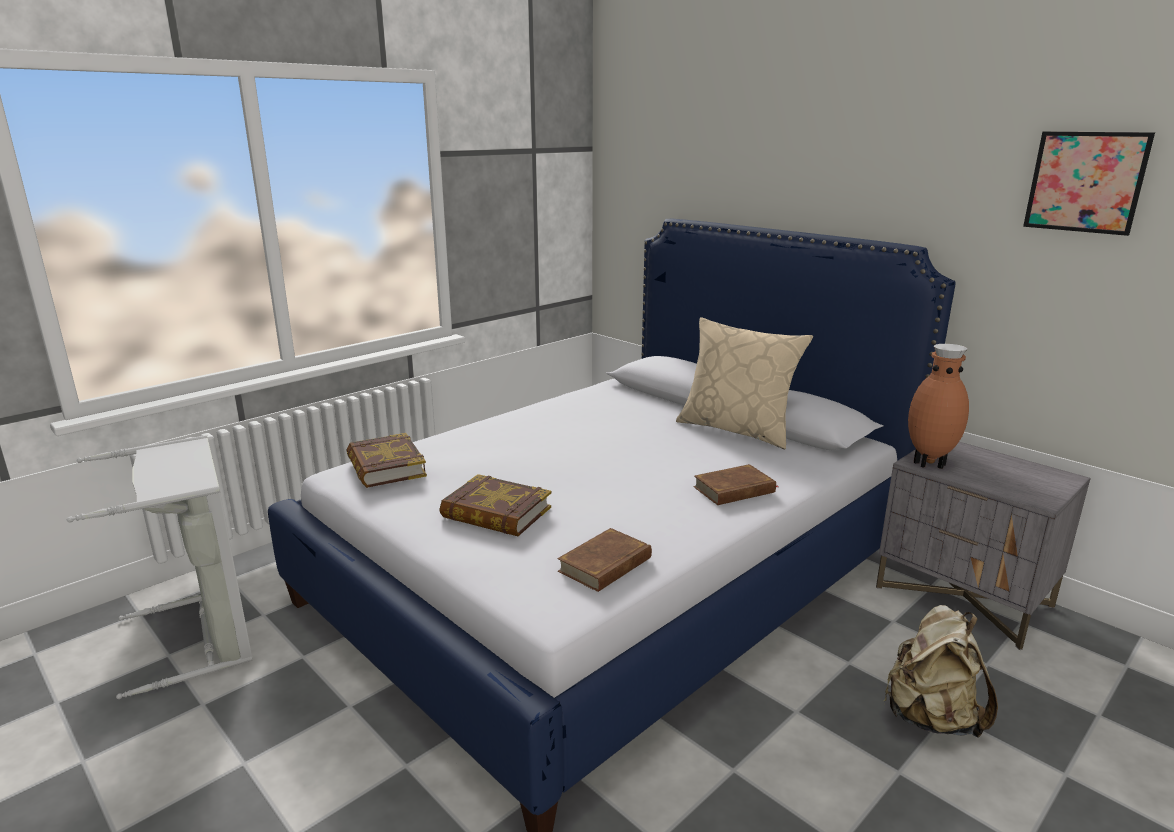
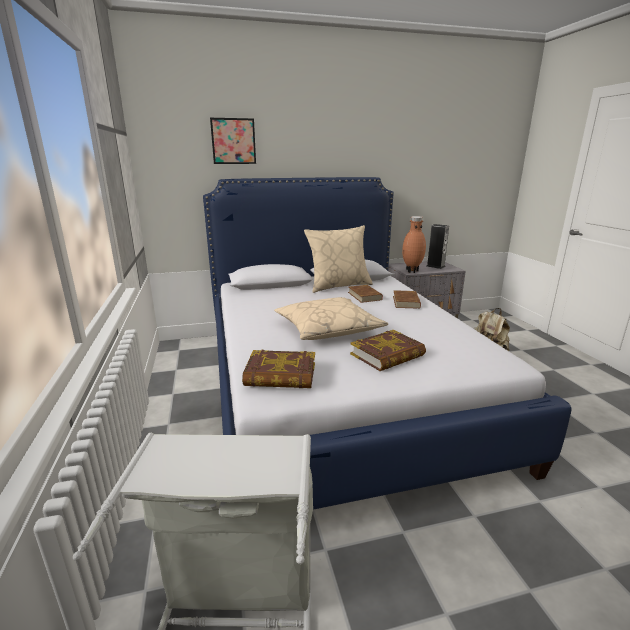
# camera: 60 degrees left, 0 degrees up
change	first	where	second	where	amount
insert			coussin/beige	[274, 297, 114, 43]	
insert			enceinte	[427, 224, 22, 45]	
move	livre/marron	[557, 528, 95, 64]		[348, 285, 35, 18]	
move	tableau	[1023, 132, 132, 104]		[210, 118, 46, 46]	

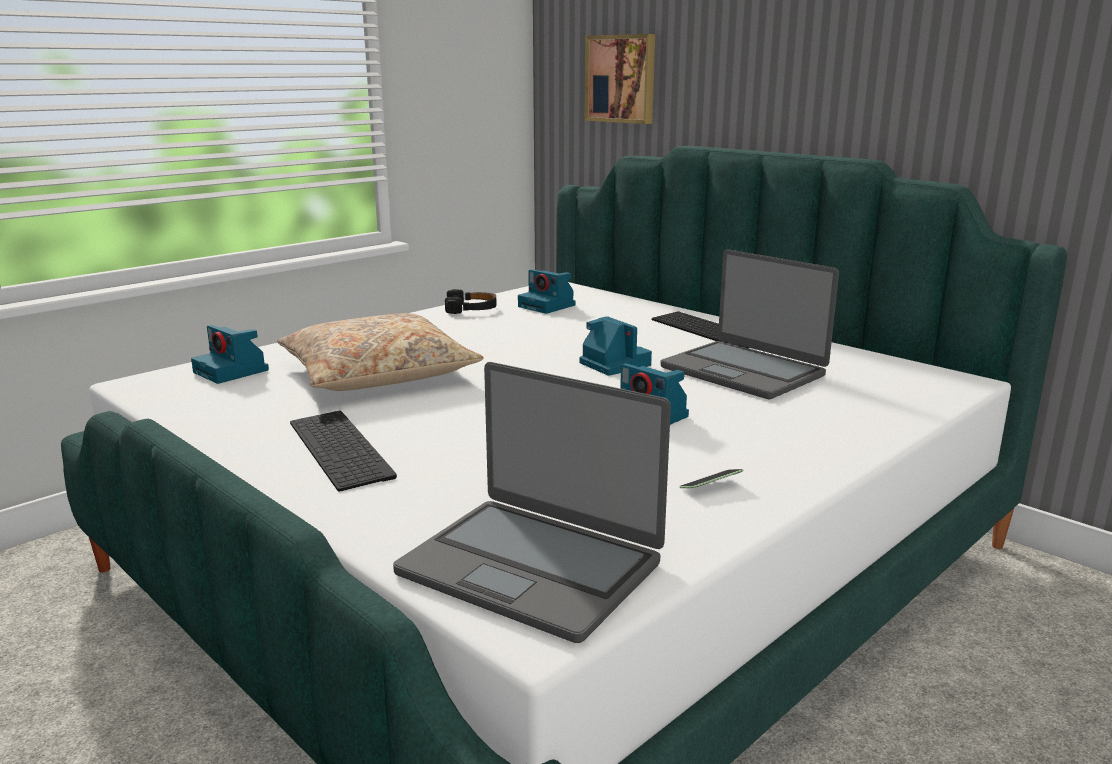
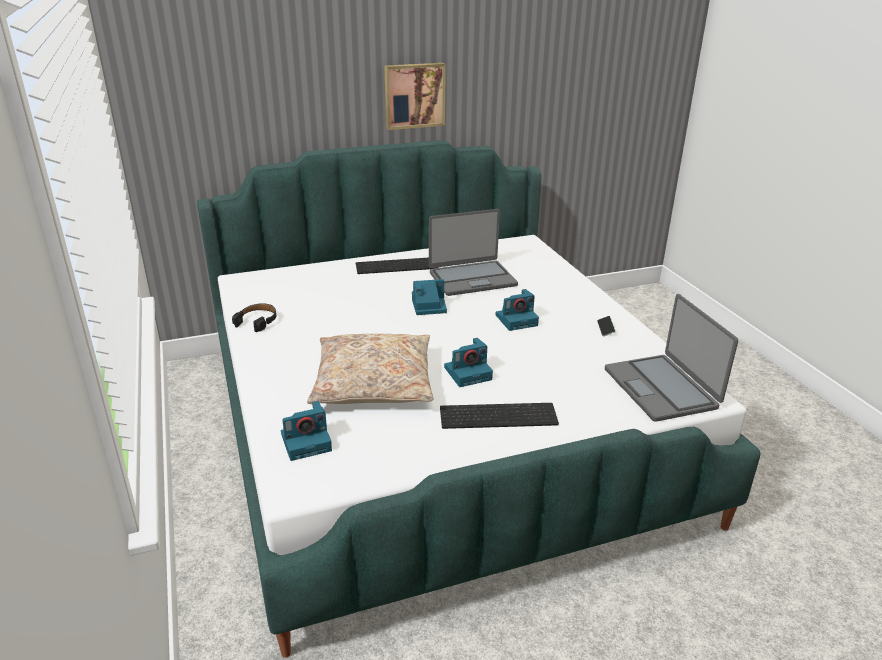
# camera: 65 degrees left, 10 degrees up
change	first	where	second	where	amount
move	appareil photo	[518, 269, 57, 45]		[444, 338, 49, 49]	
move	tableau	[585, 34, 70, 90]		[384, 63, 62, 67]	
rotate	ordinateur portable	[393, 362, 278, 281]		[605, 294, 133, 128]	105 degrees clockwise

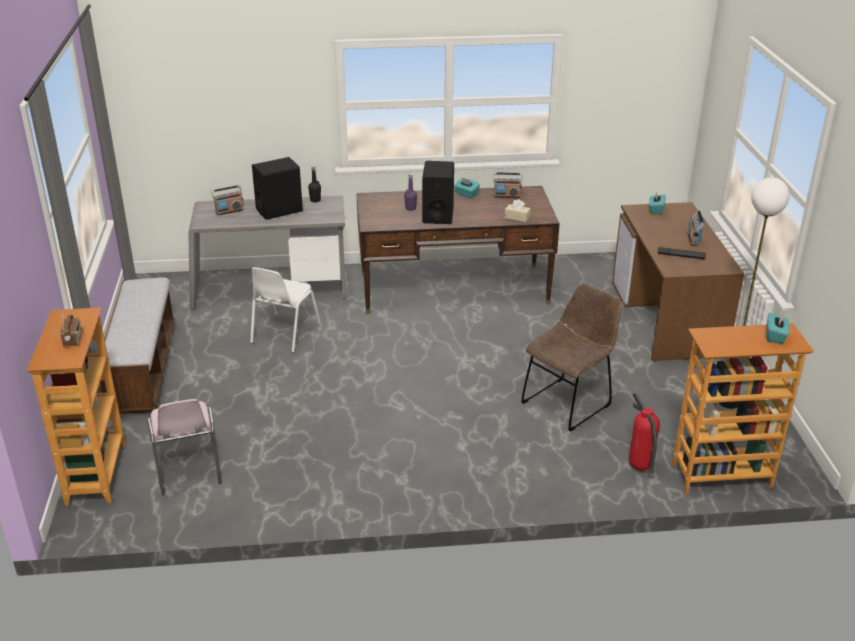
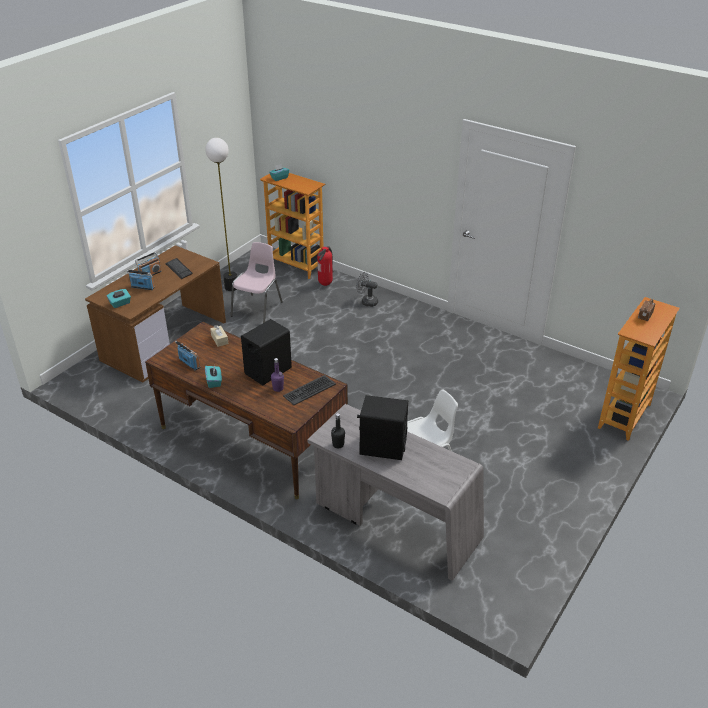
# camera: 140 degrees left, 5 degrees up
change	first	where	second	where	amount
delete	banc	[100, 278, 75, 136]			
delete	chaise/marron	[521, 284, 102, 148]			
insert			clavier	[283, 375, 53, 30]	
insert			ventilateur/gris	[356, 272, 22, 35]	
move	chaise/rose	[147, 399, 75, 96]		[230, 242, 53, 81]	
move	radio	[211, 185, 32, 30]		[127, 270, 28, 20]	

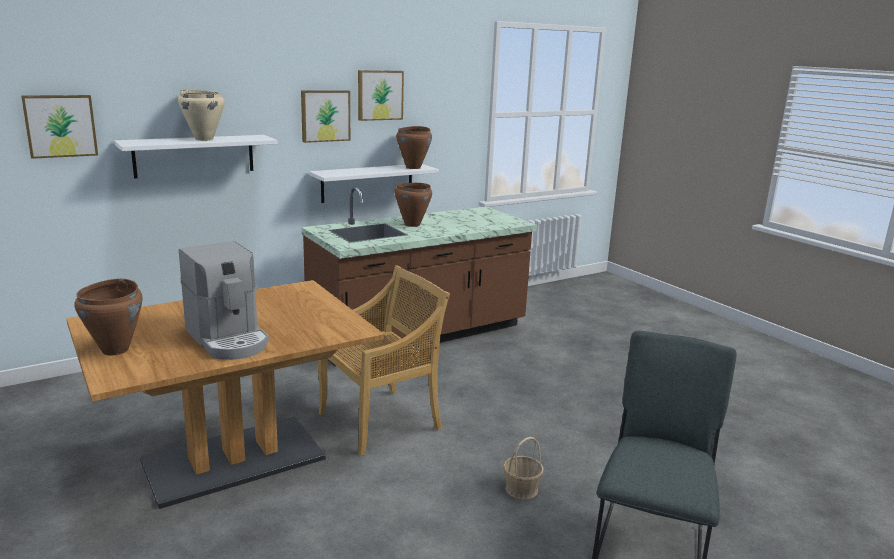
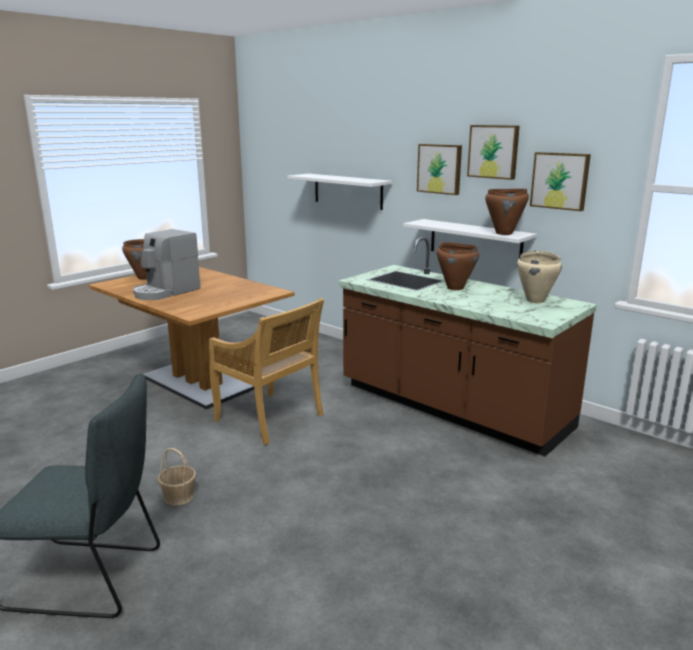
# camera: 75 degrees right, 0 degrees up
change	first	where	second	where	amount
move	tableau	[21, 95, 77, 64]		[530, 152, 61, 59]	
move	marmite/beige	[178, 89, 47, 52]		[517, 251, 45, 52]	

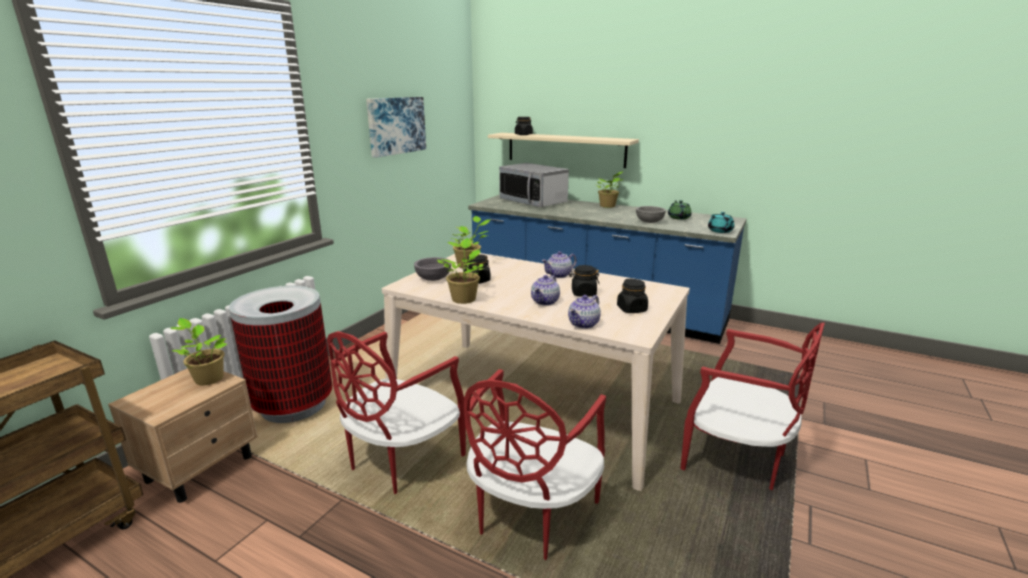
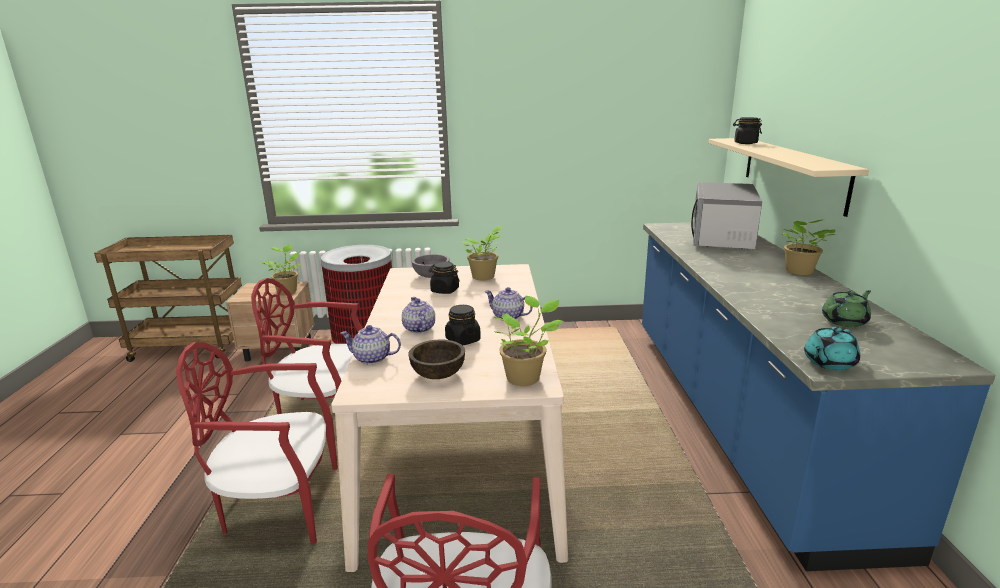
# camera: 60 degrees right, 0 degrees up
change	first	where	second	where	amount
delete	tableau	[366, 97, 60, 61]			
delete	bol/gris	[636, 206, 30, 17]			
move	plante en pot	[437, 238, 47, 66]		[494, 296, 69, 90]	
replace	bocal/noir	[617, 278, 31, 35]	bol/marron	[408, 339, 57, 40]	
rotate	théière	[531, 275, 29, 31]		[402, 297, 33, 36]	75 degrees clockwise

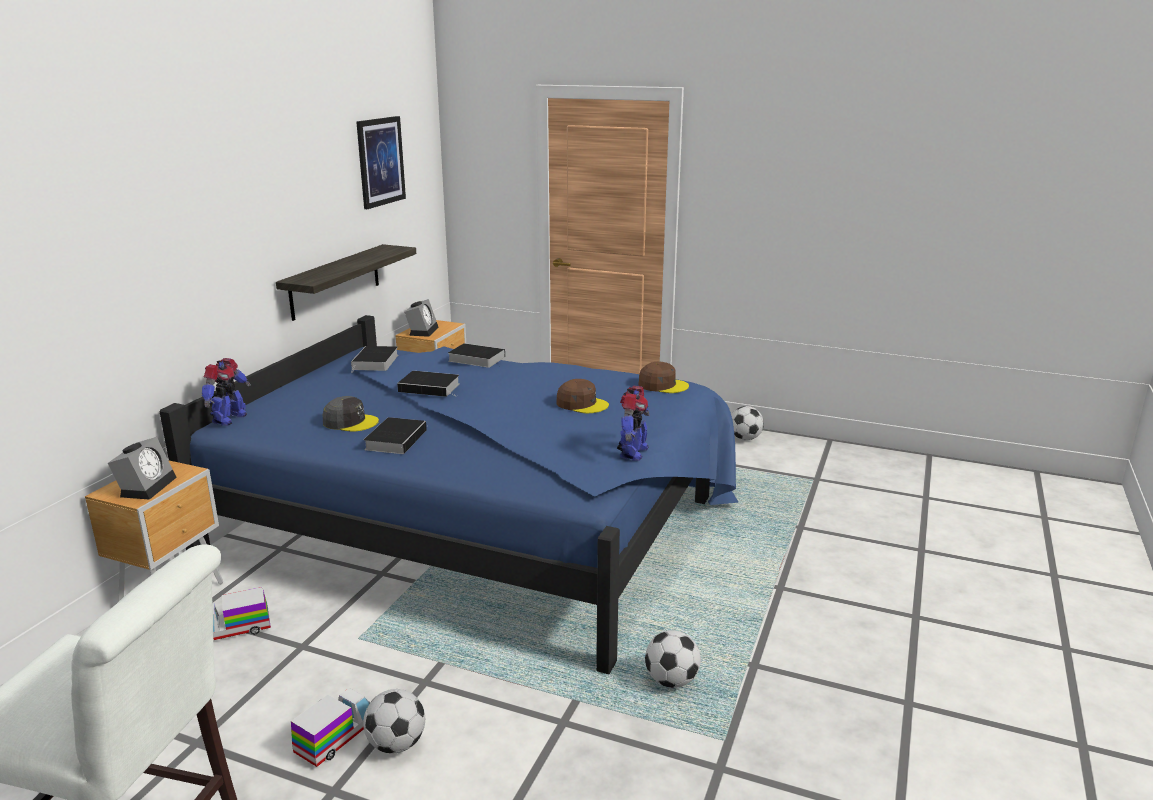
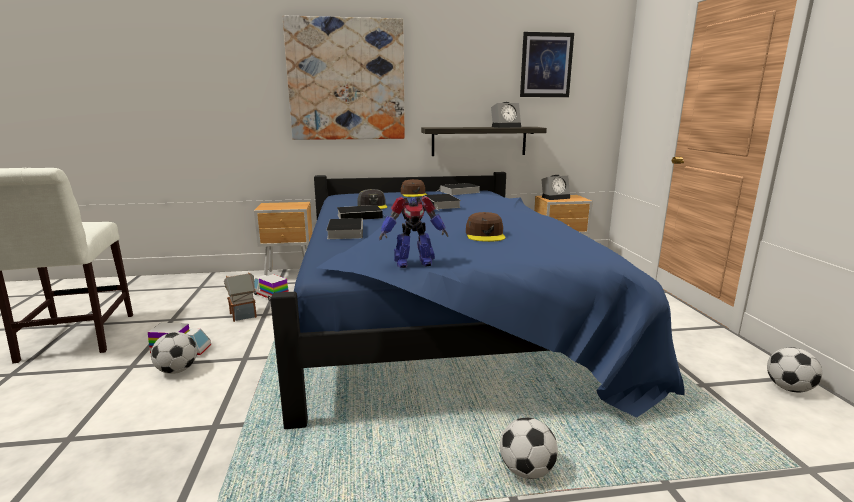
# camera: 60 degrees right, 5 degrees down
change	first	where	second	where	amount
delete	robot jouet	[202, 358, 49, 68]			
insert			maison miniature	[224, 272, 33, 50]	
insert			tableau	[282, 16, 123, 124]	
move	réveil	[108, 437, 69, 63]		[491, 102, 30, 26]	
move	livre	[448, 343, 57, 25]		[326, 218, 37, 21]	
move	casquette/marron	[639, 361, 50, 32]		[401, 179, 26, 18]	
move	ballon de foot	[645, 630, 56, 58]		[500, 418, 58, 61]	

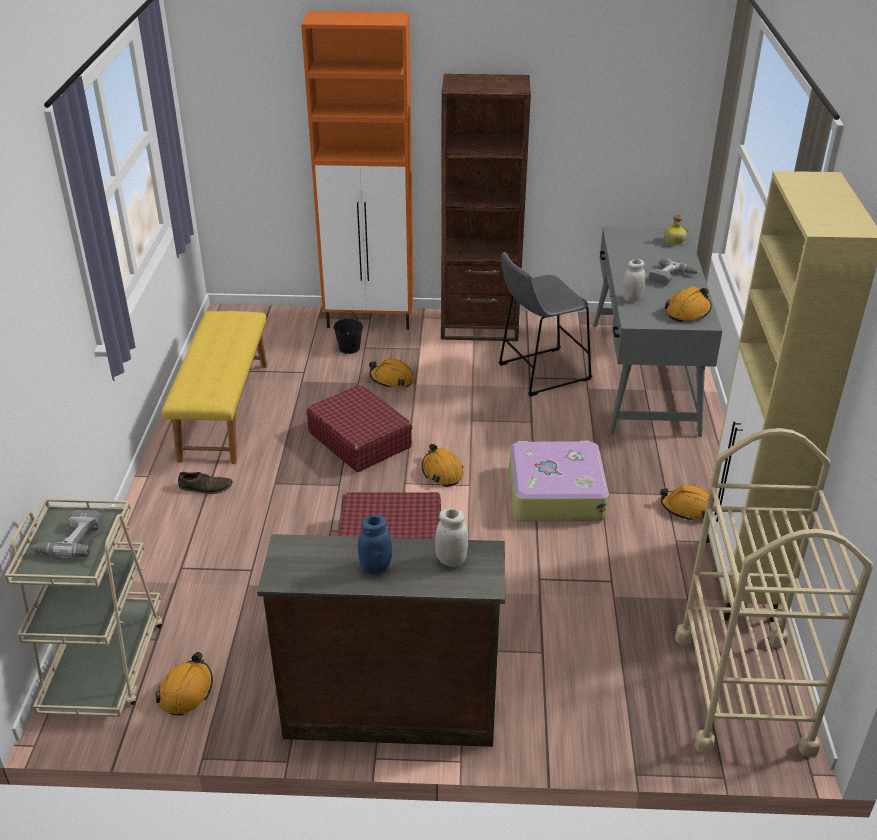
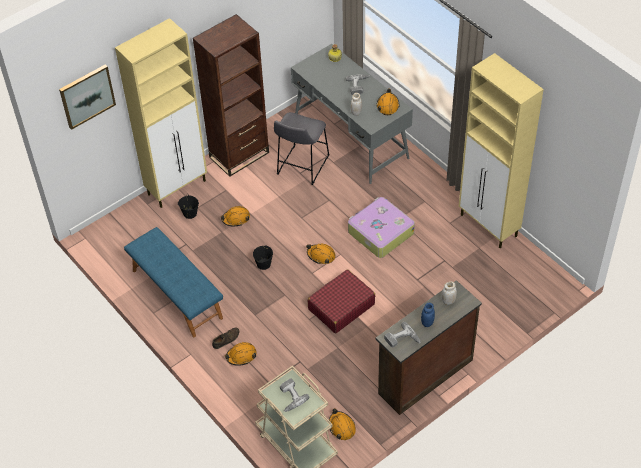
# camera: 40 degrees left, 15 degrees up
change	first	where	second	where	amount
delete	chariot/beige	[675, 428, 198, 330]			
insert			tableau	[59, 64, 57, 66]	
insert			perceuse	[384, 322, 37, 25]	
move	casque de chantier/orange	[660, 485, 49, 36]		[225, 342, 32, 24]	
replace	valise/rouge	[306, 385, 106, 87]	seau/noir	[253, 246, 20, 24]	
recolor	banc/jaune	[162, 311, 105, 153]	banc/bleu	[124, 227, 99, 110]	
recolor	meuble de rangement/orange	[301, 11, 113, 319]	meuble de rangement/beige	[115, 18, 92, 190]	

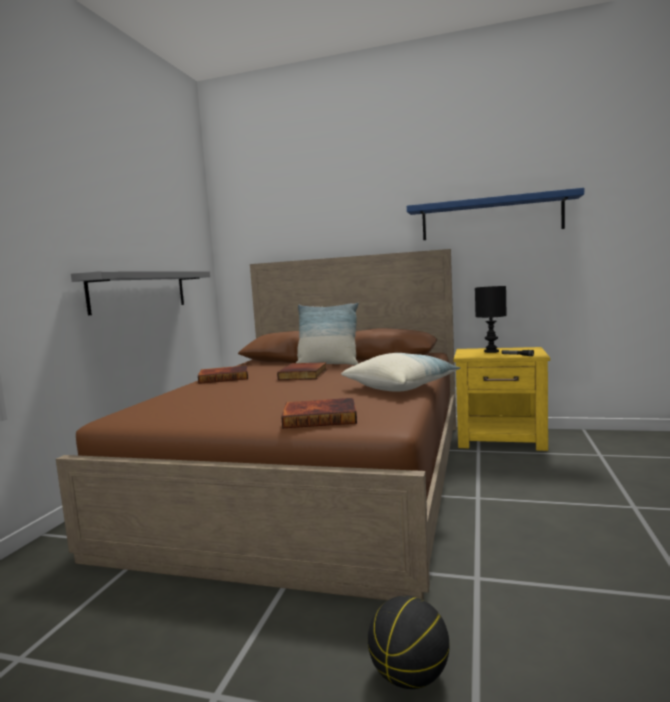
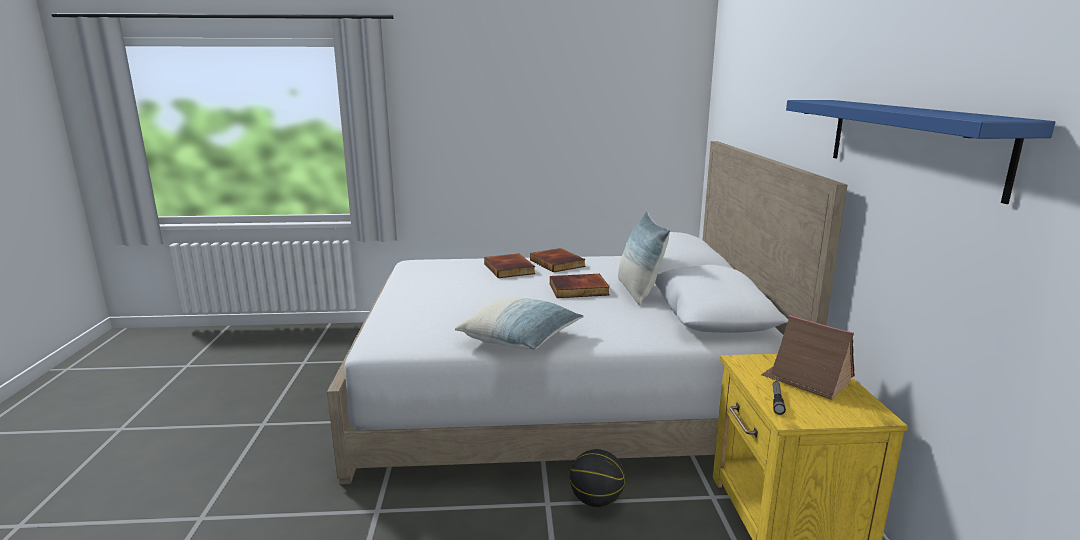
# camera: 70 degrees right, 10 degrees up
change	first	where	second	where	amount
delete	étagère/gris	[71, 271, 139, 44]			
move	livre	[281, 398, 76, 30]		[484, 253, 51, 25]	
move	ballon de basket	[368, 596, 82, 93]		[570, 449, 55, 58]	
replace	lampe de table/noir	[475, 286, 32, 67]	maison miniature	[761, 315, 94, 85]	
recolor	lit/marron	[56, 249, 400, 351]	lit/blanc	[327, 141, 521, 344]	

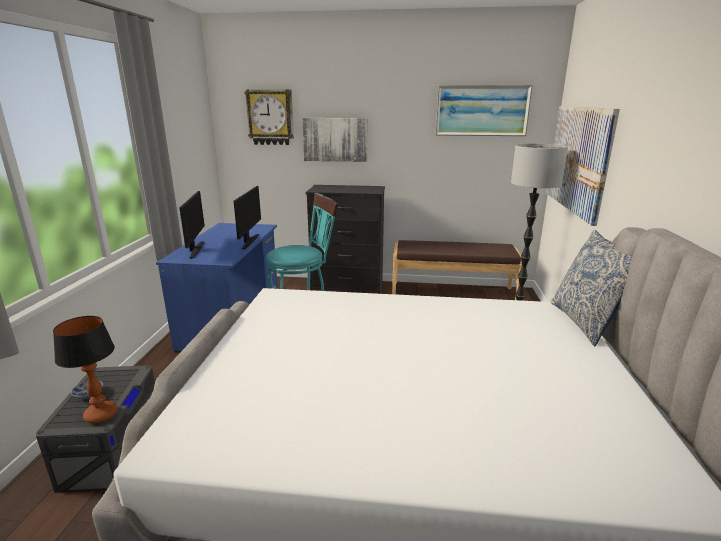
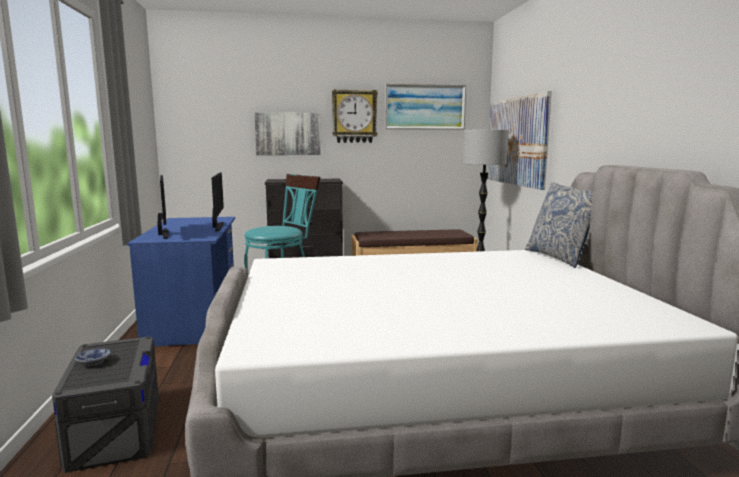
# camera: 15 degrees left, 10 degrees down
change	first	where	second	where	amount
delete	lampe de table	[53, 316, 65, 108]			
move	horloge murale	[244, 90, 50, 55]		[332, 89, 46, 54]	

